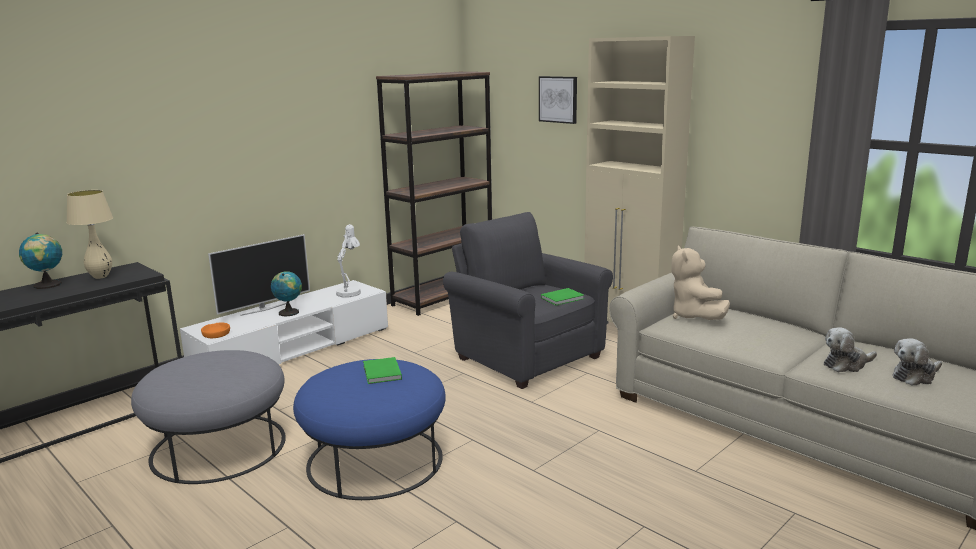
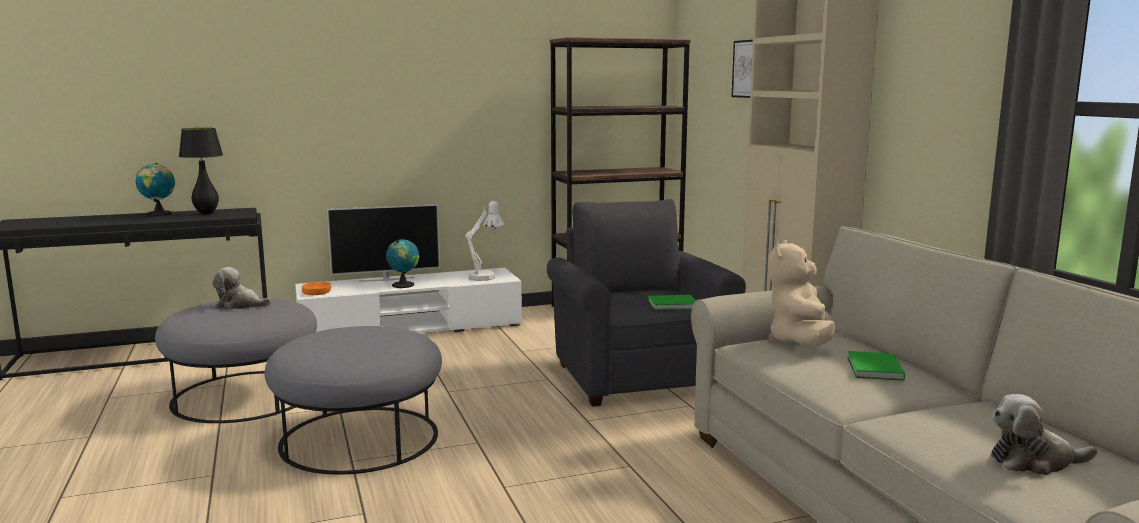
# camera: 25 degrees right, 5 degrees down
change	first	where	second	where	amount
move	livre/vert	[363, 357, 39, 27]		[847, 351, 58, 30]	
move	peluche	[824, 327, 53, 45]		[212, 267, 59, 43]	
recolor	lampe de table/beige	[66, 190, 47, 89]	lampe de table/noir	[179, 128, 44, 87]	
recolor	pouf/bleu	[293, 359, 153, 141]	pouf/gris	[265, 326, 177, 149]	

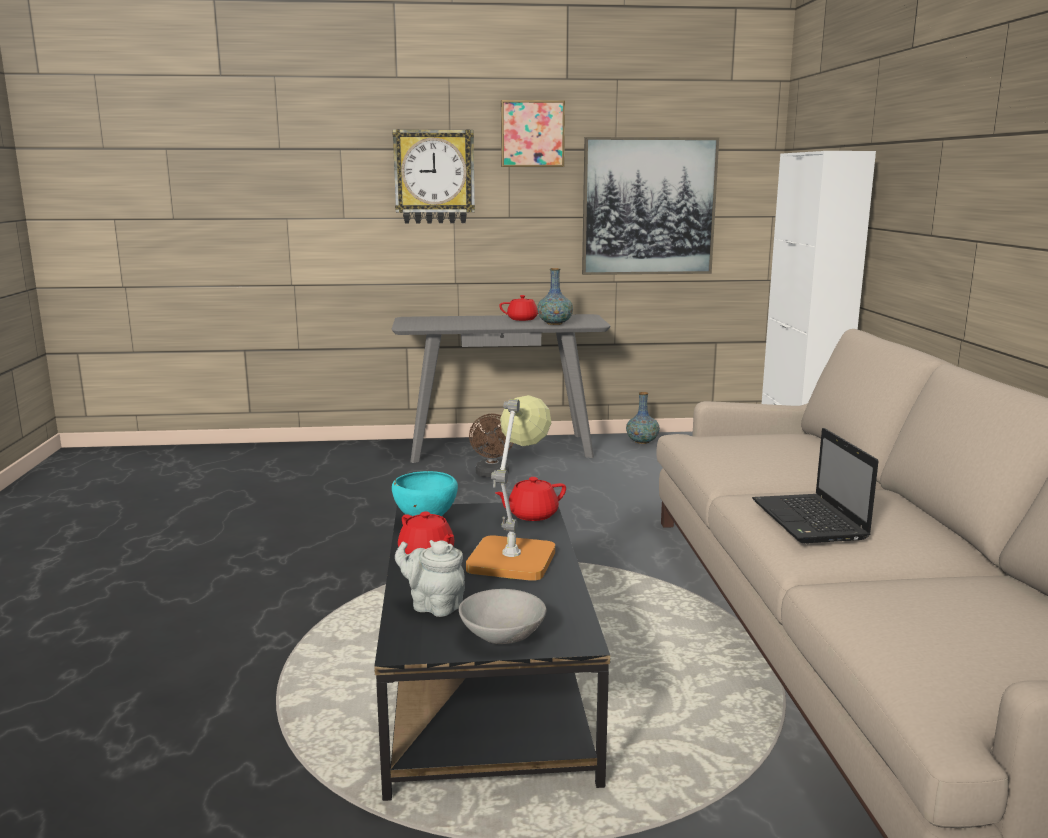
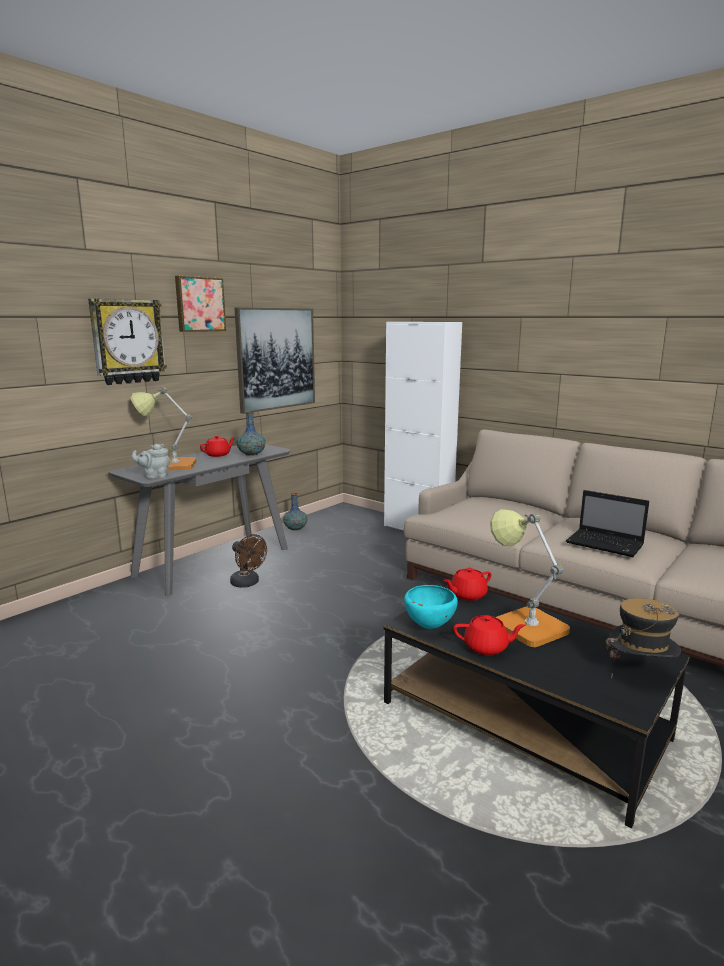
# camera: 45 degrees left, 0 degrees up
change	first	where	second	where	amount
insert			lampe de table	[130, 387, 66, 83]	
move	théière/gris	[395, 540, 70, 77]		[132, 444, 38, 35]	
replace	bol/gris	[459, 589, 88, 55]	chapeau	[606, 598, 75, 81]	
rotate	théière/rouge	[495, 477, 71, 44]		[444, 568, 47, 33]	45 degrees clockwise

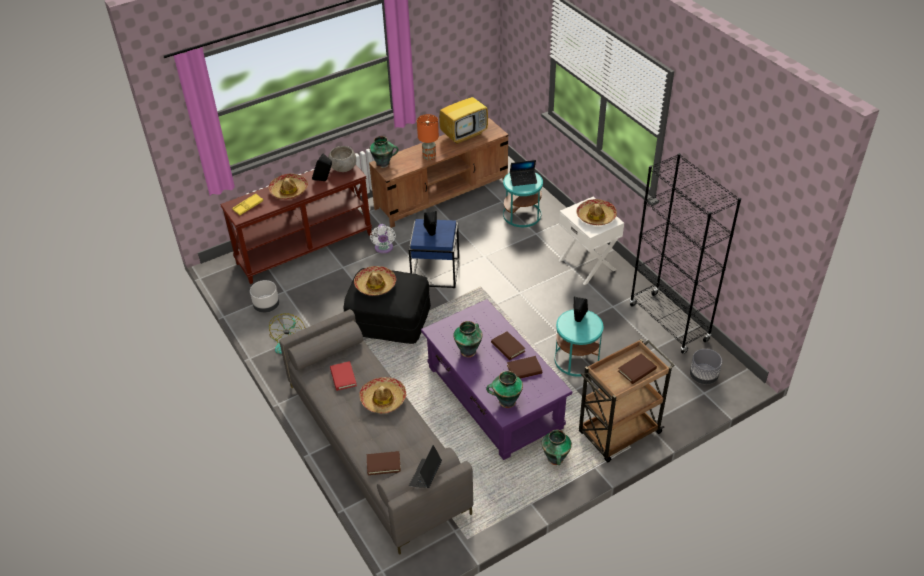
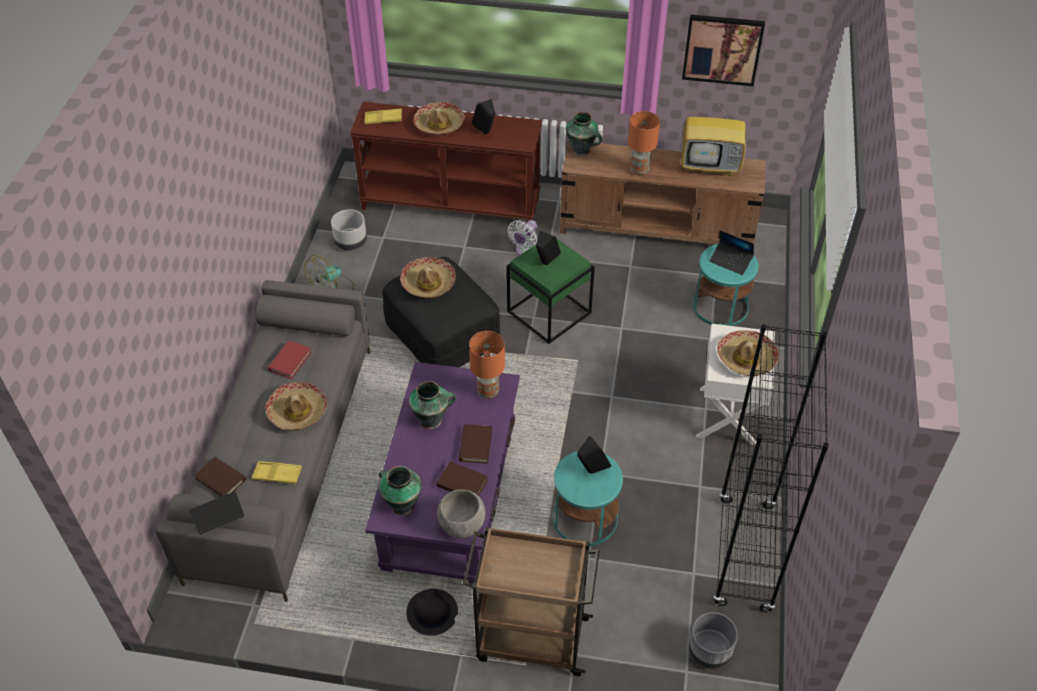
# camera: 40 degrees right, 5 degrees up
change	first	where	second	where	amount
delete	livre/marron	[618, 354, 39, 30]			
insert			plateau/jaune	[252, 461, 50, 23]	
insert			lampe de table/orange	[469, 331, 36, 68]	
insert			tableau	[682, 14, 83, 72]	
move	bol/gris	[329, 146, 27, 26]		[437, 489, 49, 49]	
replace	vase	[542, 430, 30, 35]	chapeau/noir	[406, 589, 52, 47]	
recolor	table d'appoint/bleu	[409, 219, 50, 69]	table d'appoint/vert	[507, 238, 88, 106]	

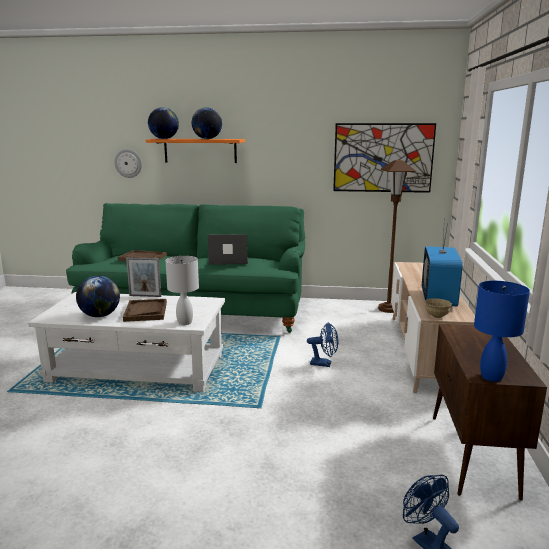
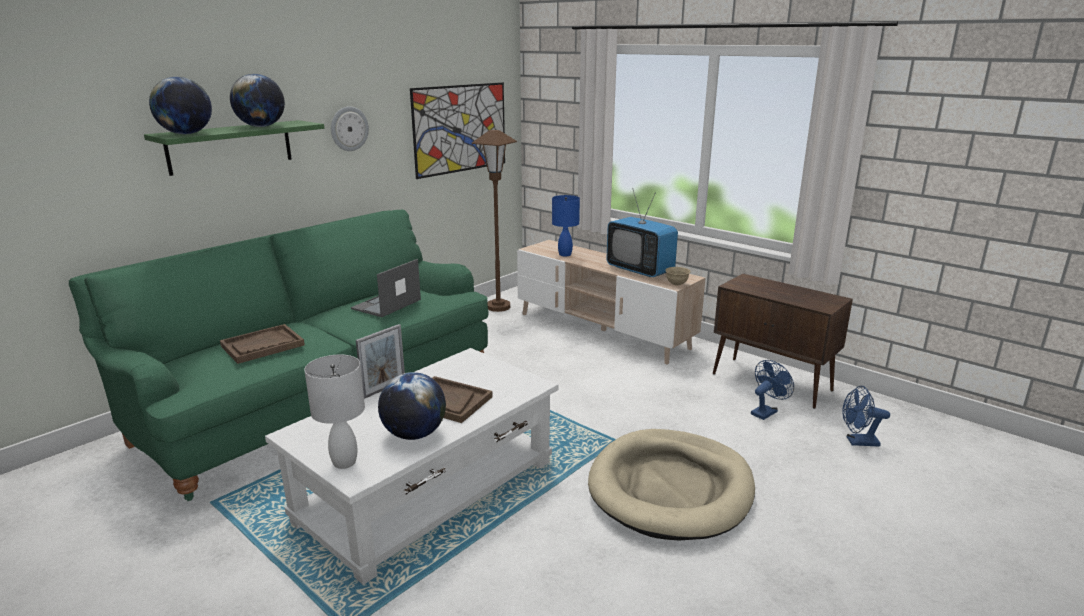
# camera: 55 degrees left, 5 degrees up
change	first	where	second	where	amount
insert			panier pour chien/beige	[588, 429, 167, 111]	
move	horloge murale	[114, 149, 28, 29]		[331, 106, 38, 45]	
move	lampe de table/blanc	[165, 256, 34, 69]		[304, 355, 61, 114]	
move	ventilateur/bleu	[307, 322, 32, 45]		[751, 360, 43, 60]	
move	lampe de table/bleu	[474, 281, 56, 101]		[552, 195, 28, 62]	
recolor	étagère/orange	[146, 139, 99, 24]	étagère/vert	[144, 120, 180, 56]	

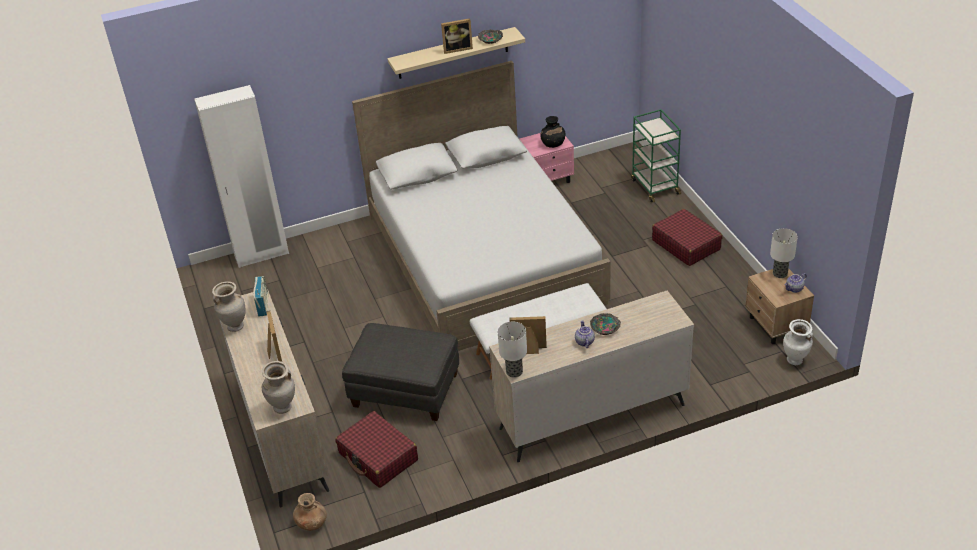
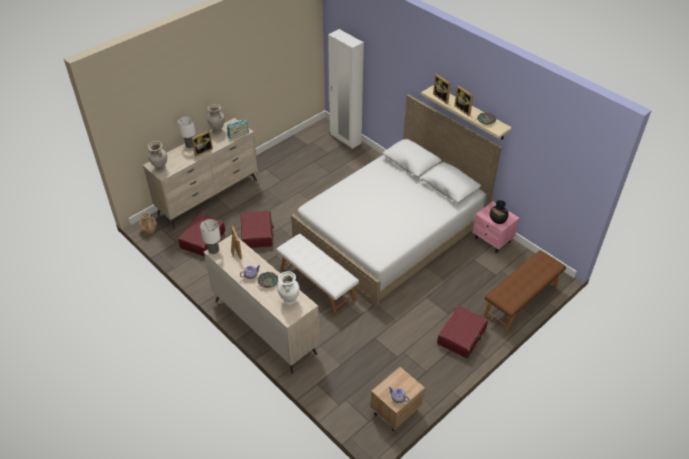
# camera: 65 degrees right, 5 degrees up
change	first	where	second	where	amount
insert			cadre photo	[433, 74, 18, 30]	
move	lampe de table	[770, 228, 28, 50]		[178, 116, 18, 32]	
move	vase/blanc	[783, 319, 30, 46]		[277, 271, 23, 34]	
replace	pouf/gris	[342, 323, 117, 98]	valise/rouge	[241, 210, 33, 38]	
replace	chariot/vert	[631, 109, 50, 93]	banc/marron	[484, 250, 82, 83]	

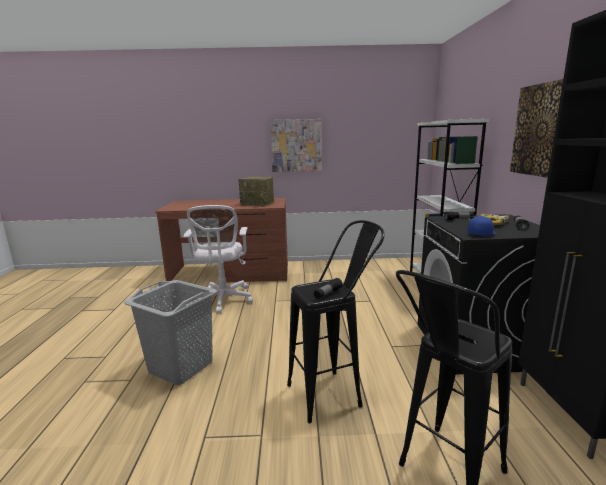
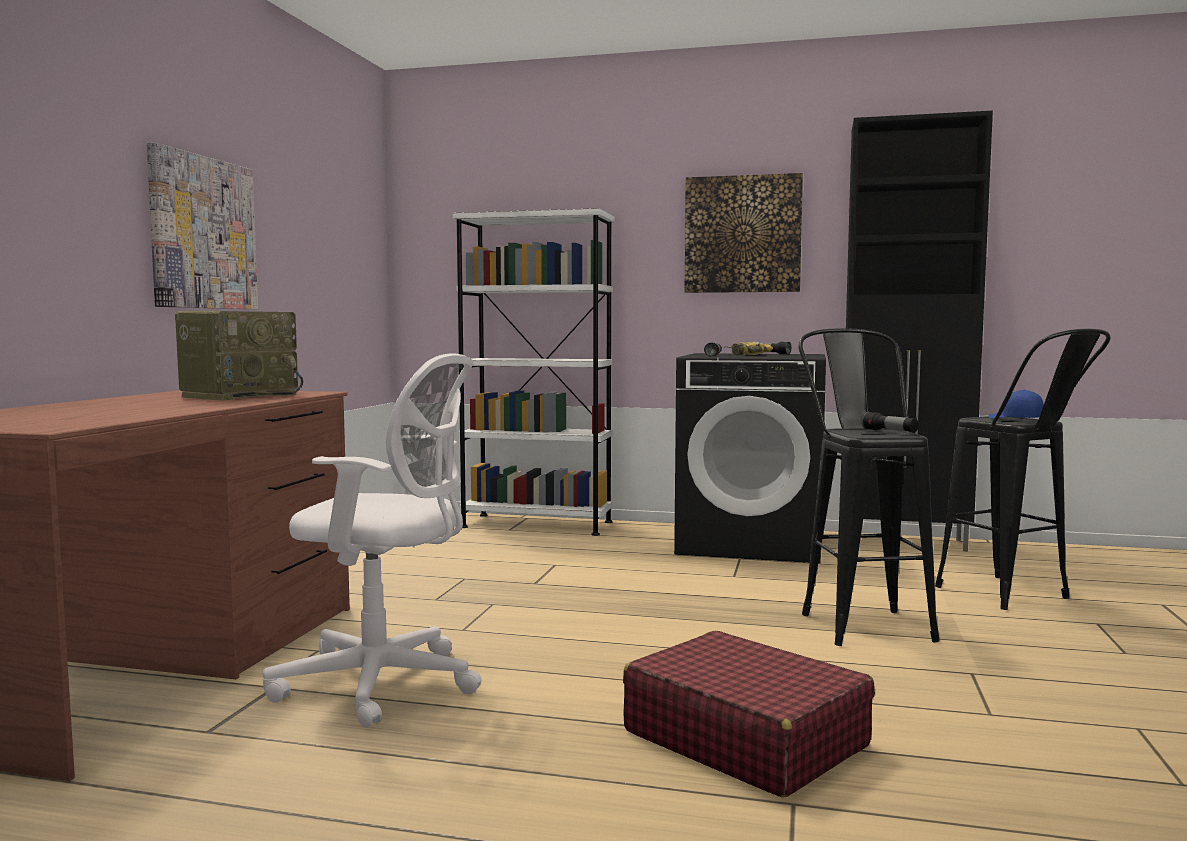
# camera: 75 degrees left, 10 degrees down
change	first	where	second	where	amount
move	casquette/bleu	[467, 216, 29, 20]		[988, 390, 56, 29]	
replace	panier à linge/gris	[124, 280, 93, 105]	valise/rouge	[623, 631, 252, 166]	

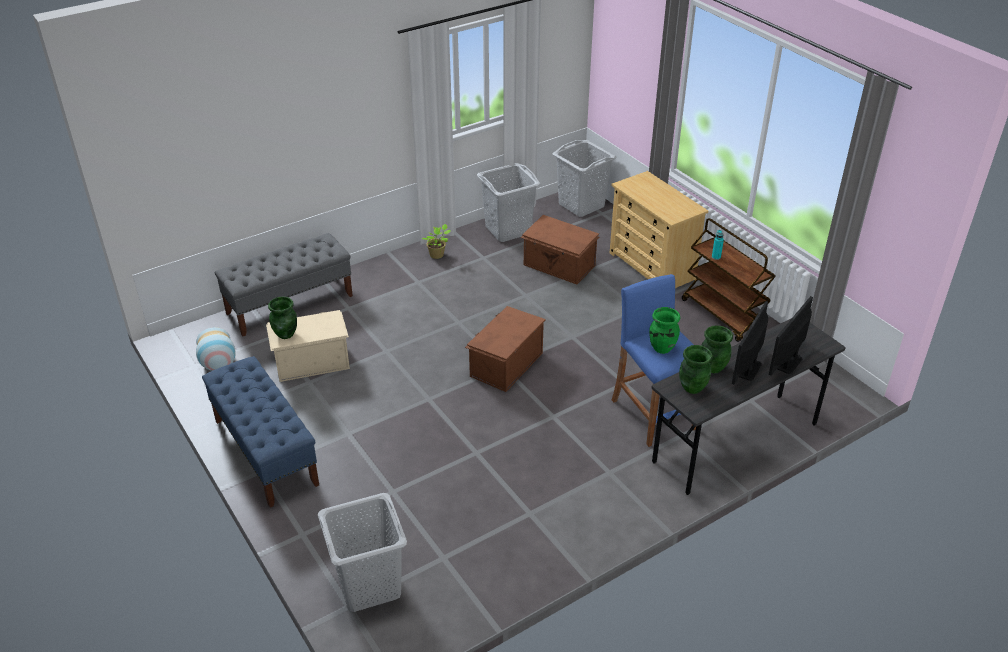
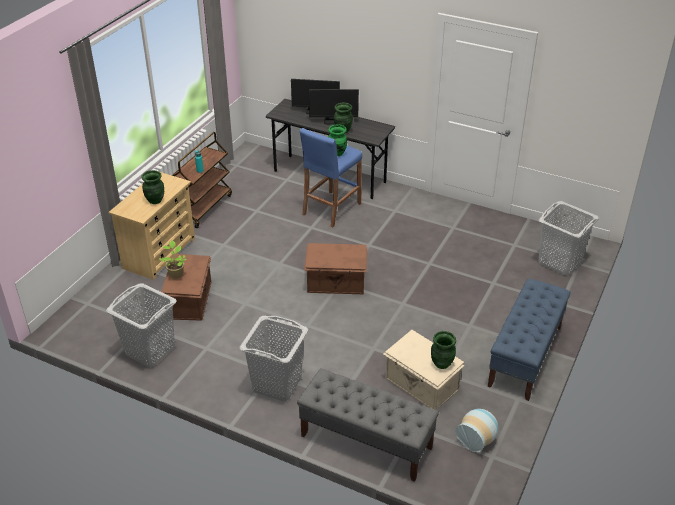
# camera: 120 degrees left, 0 degrees up
change	first	where	second	where	amount
move	plante en pot	[422, 224, 29, 35]		[159, 240, 28, 39]	
move	panier à linge/gris	[552, 140, 64, 77]		[240, 316, 68, 85]	
move	vase/vert	[679, 345, 34, 49]		[141, 170, 23, 34]	

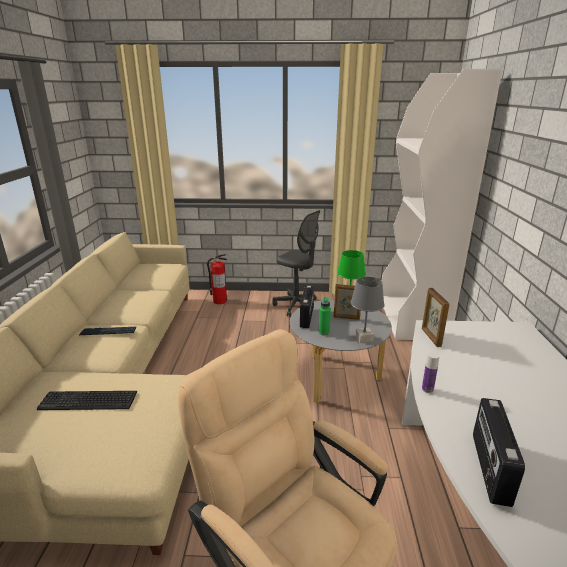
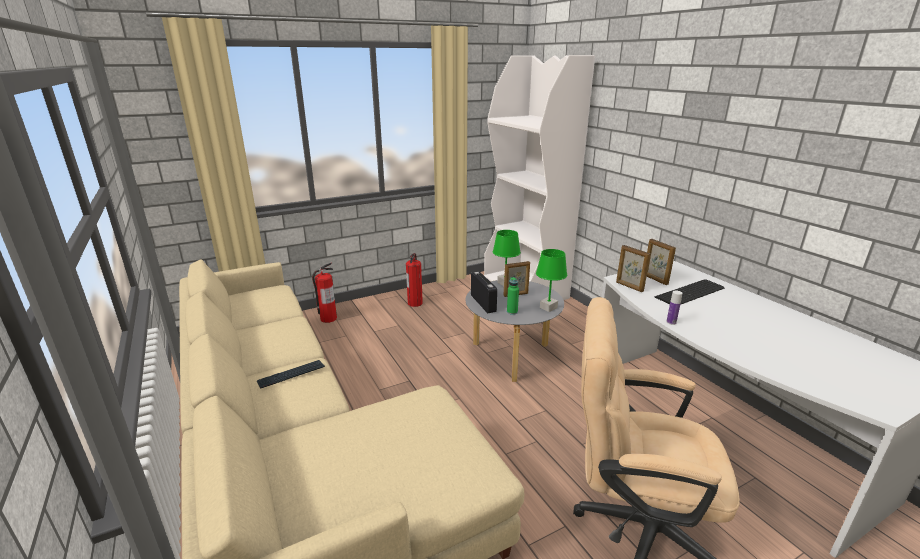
# camera: 30 degrees left, 0 degrees up
change	first	where	second	where	amount
delete	radio	[473, 398, 52, 109]			
insert			cadre photo	[647, 239, 29, 46]	
move	clavier	[37, 391, 100, 19]		[655, 279, 69, 26]	
replace	chaise de bureau/gris	[272, 210, 48, 107]	extincteur	[406, 253, 17, 54]	
recolor	lampe de table/gris	[350, 277, 35, 66]	lampe de table/vert	[536, 249, 31, 63]	

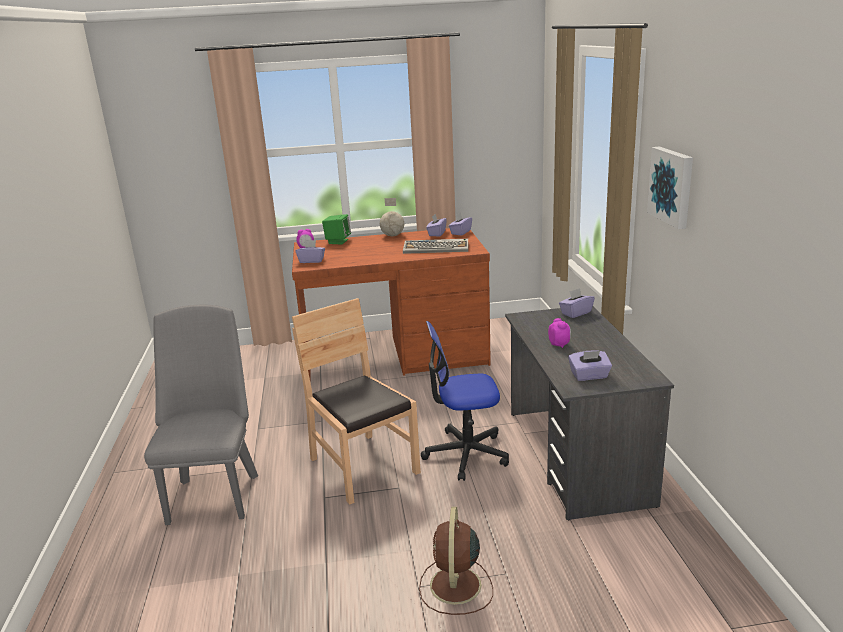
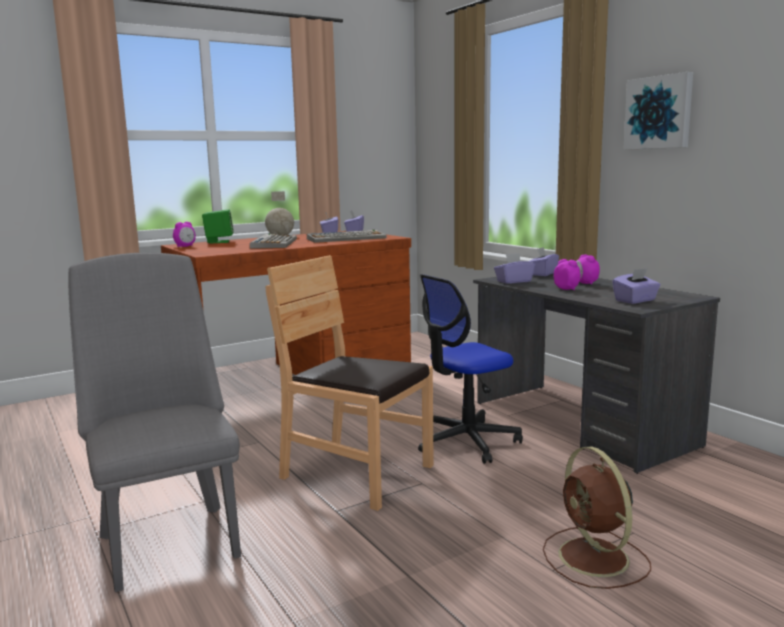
# camera: 25 degrees left, 10 degrees down
change	first	where	second	where	amount
insert			clavier	[250, 233, 47, 16]	
insert			réveil	[576, 254, 24, 31]	
move	boîte à mouchoirs/violet	[295, 240, 30, 23]		[494, 253, 41, 31]	

